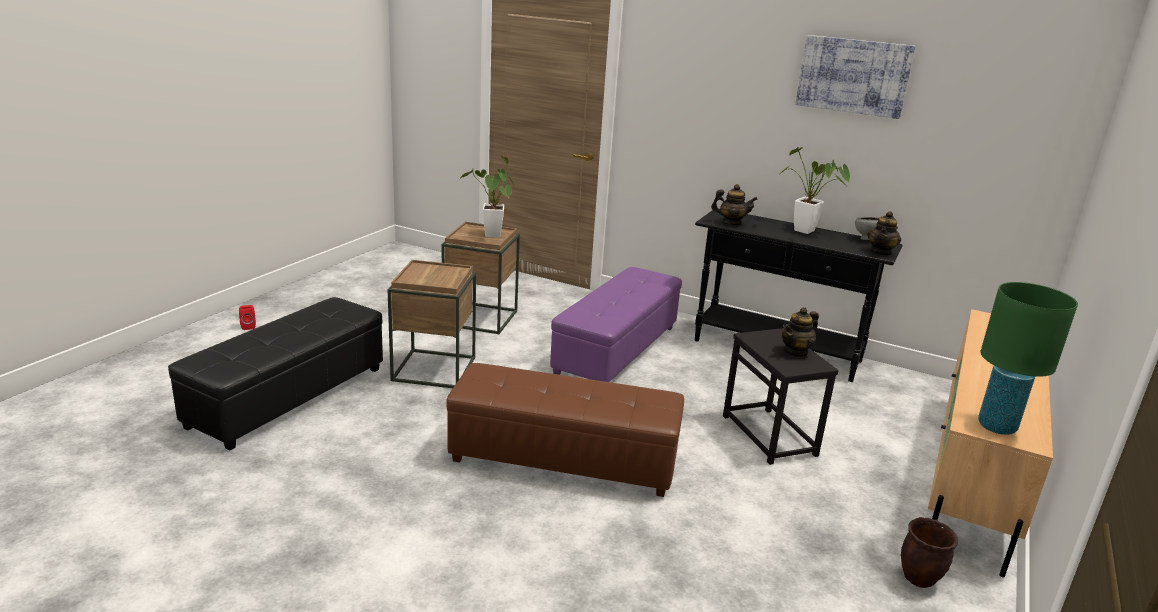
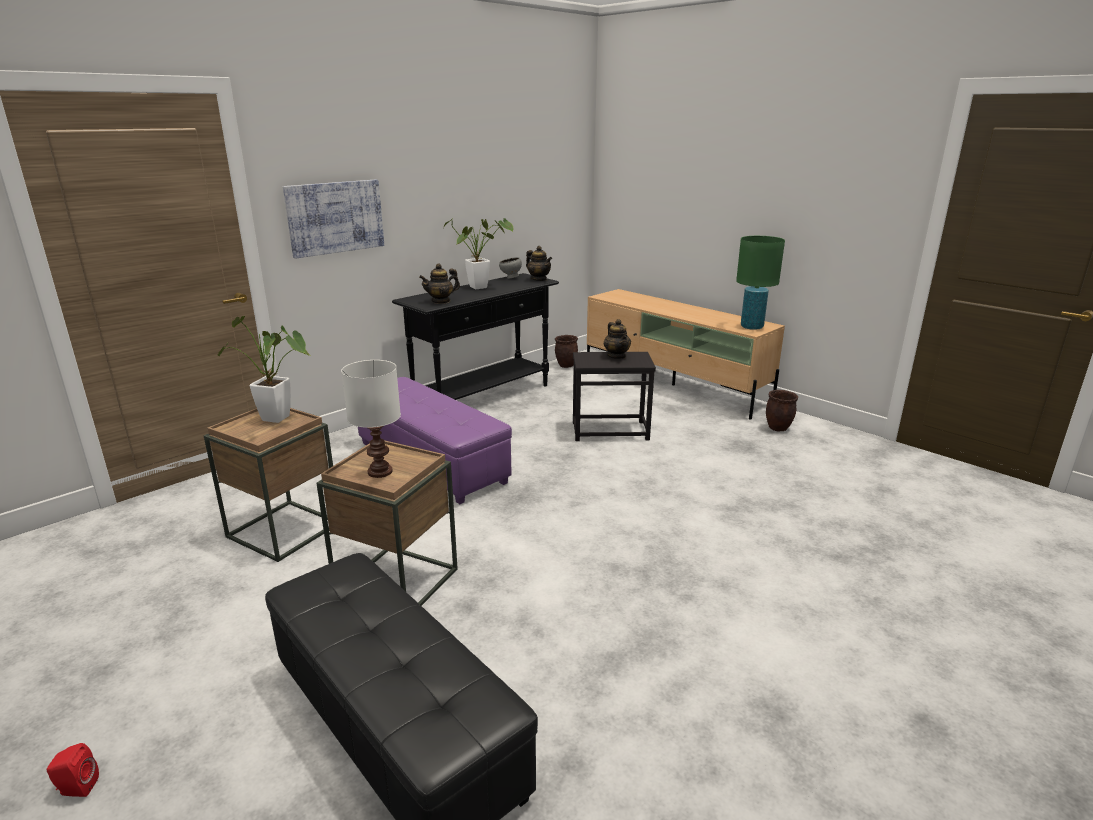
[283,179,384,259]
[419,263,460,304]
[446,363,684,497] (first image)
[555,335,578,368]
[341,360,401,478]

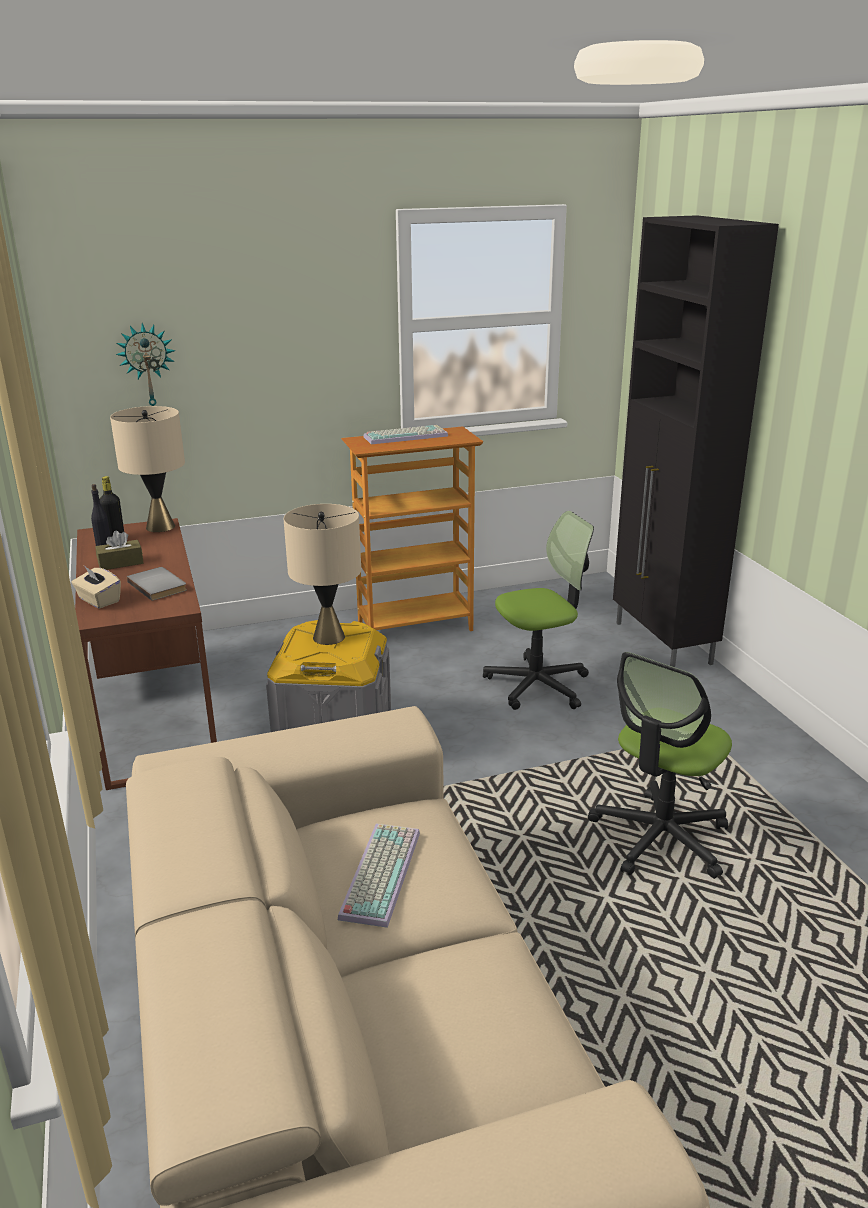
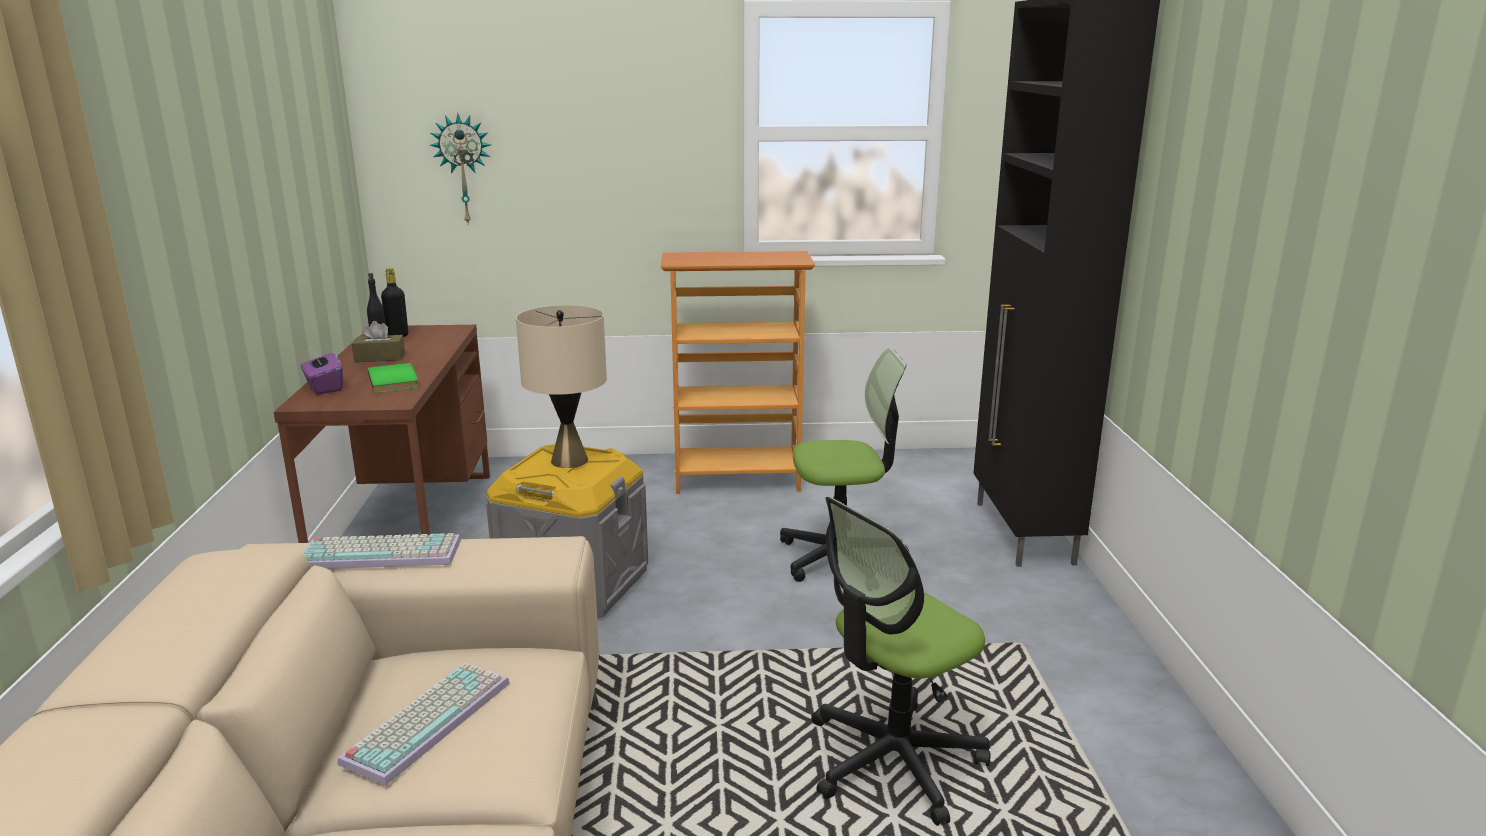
[110,406,185,532] (first image)
[302,533,461,569]
[300,347,343,395]
[368,363,419,393]

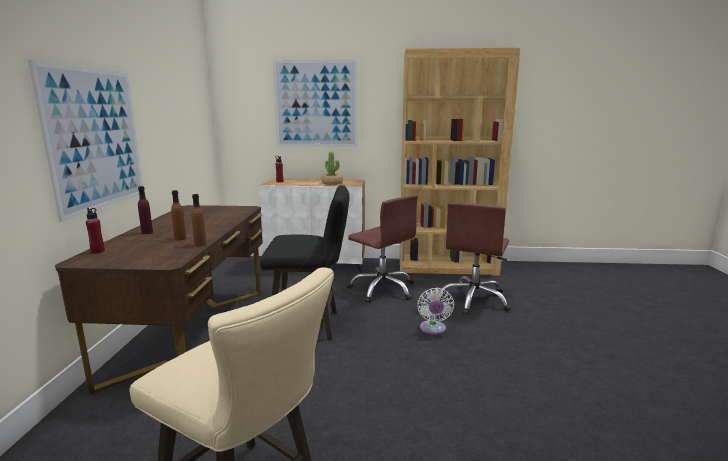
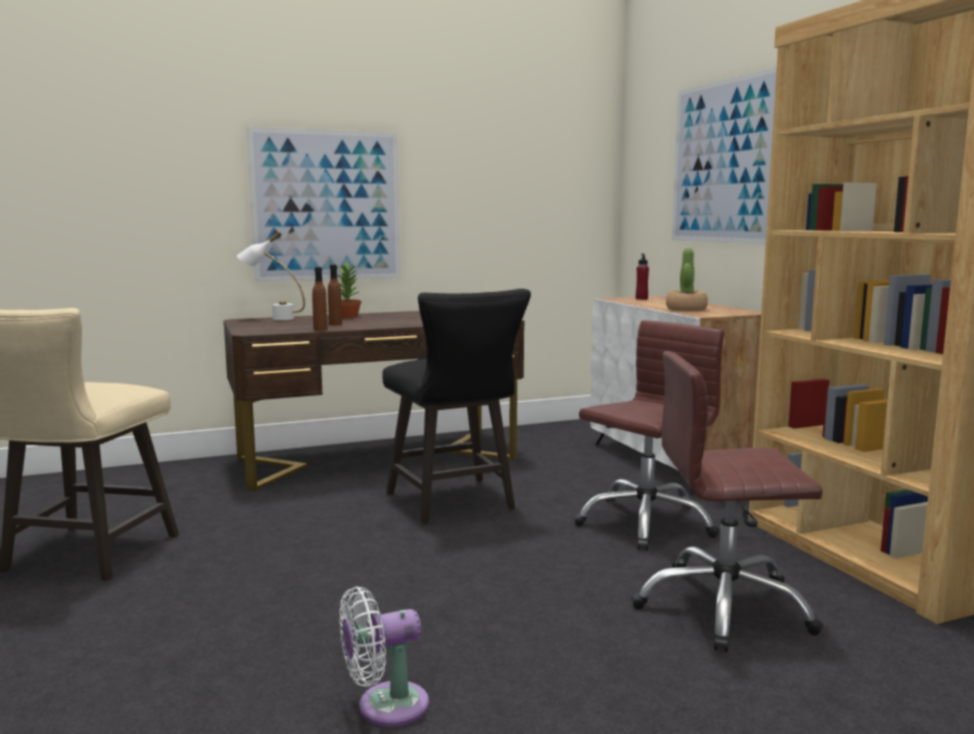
[337,262,361,318]
[574,320,724,550]
[237,231,305,320]
[340,586,429,727]

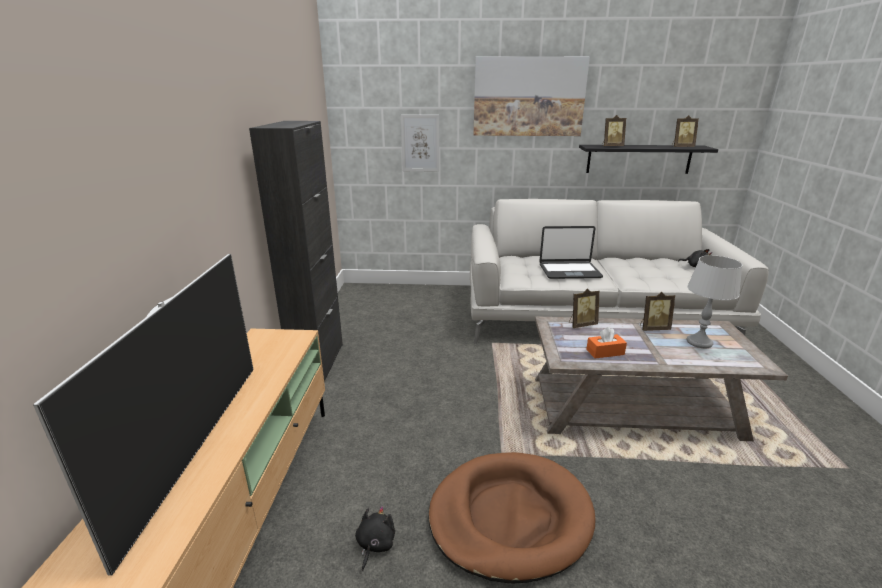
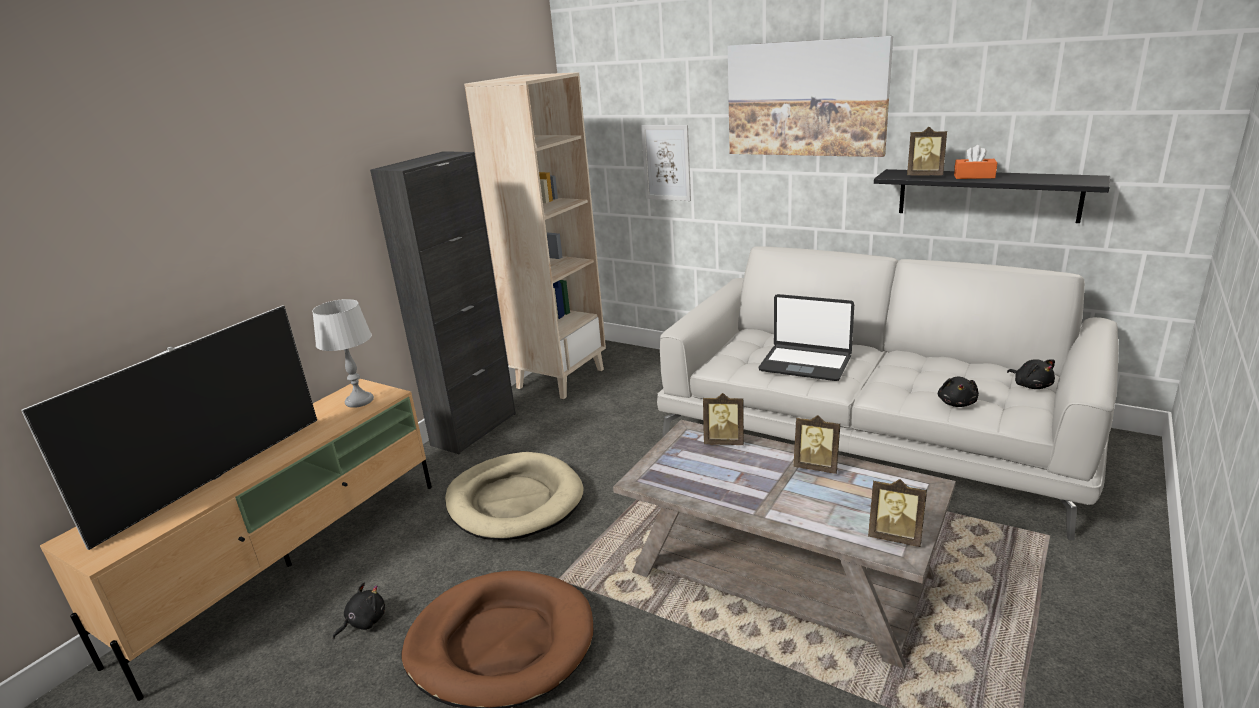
[868,479,927,547]
[312,299,374,408]
[954,145,997,179]
[464,72,606,399]
[938,377,979,407]
[445,452,584,540]

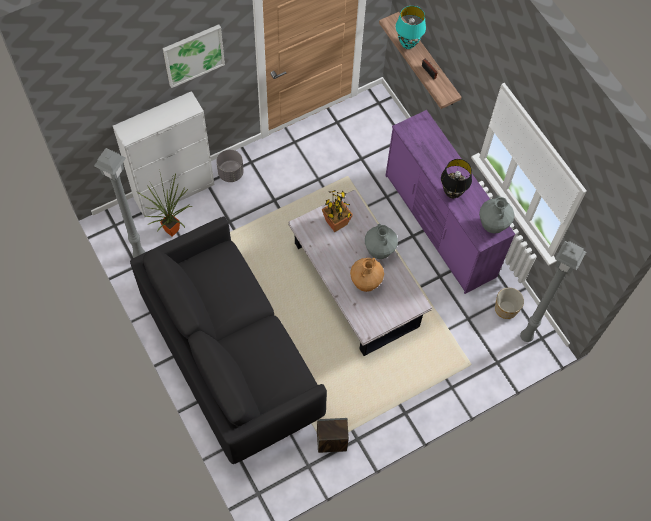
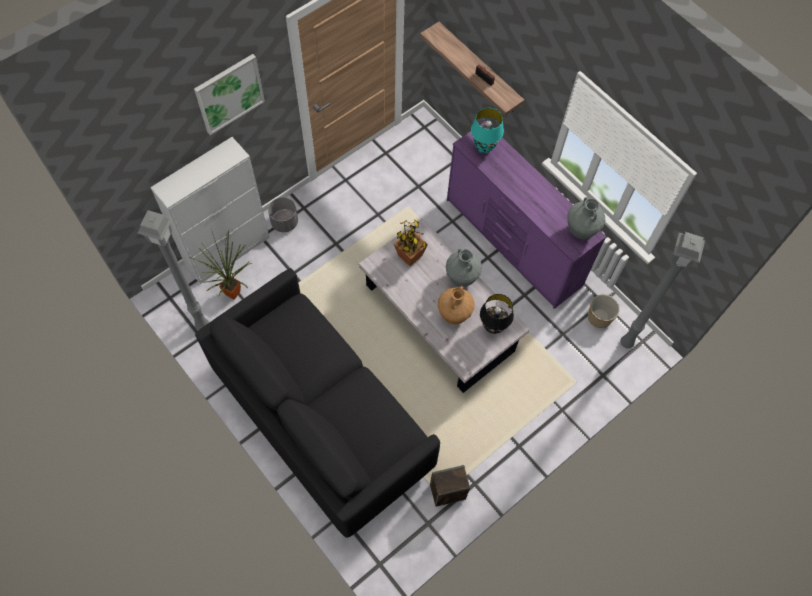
[471,108,504,153]
[480,294,514,334]

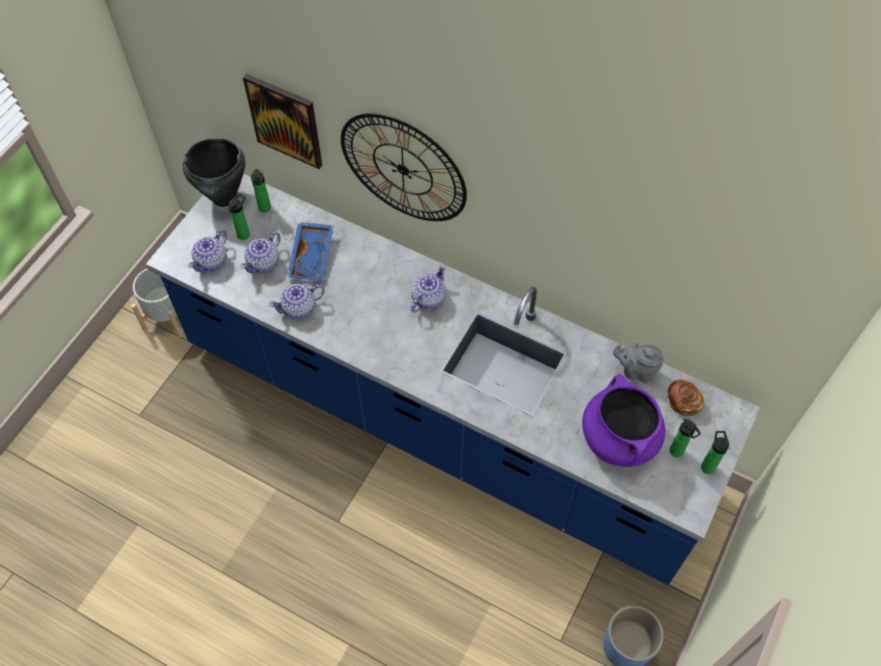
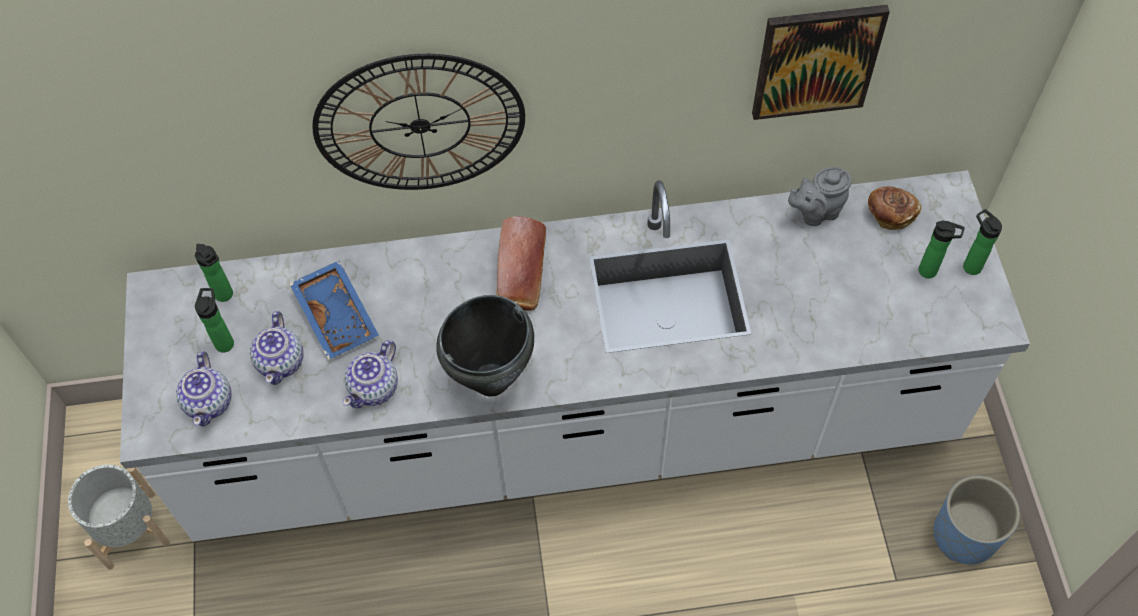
[752,5,890,120]
[436,295,534,396]
[120,170,1030,541]
[497,216,546,311]
[582,374,665,467] (first image)

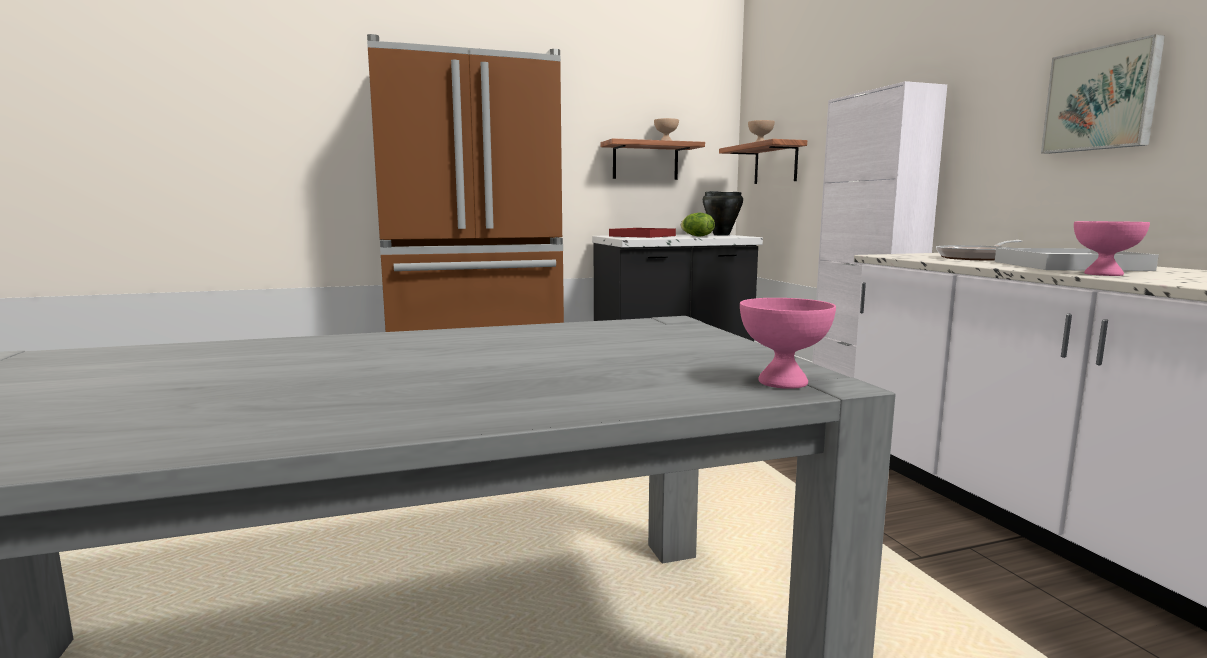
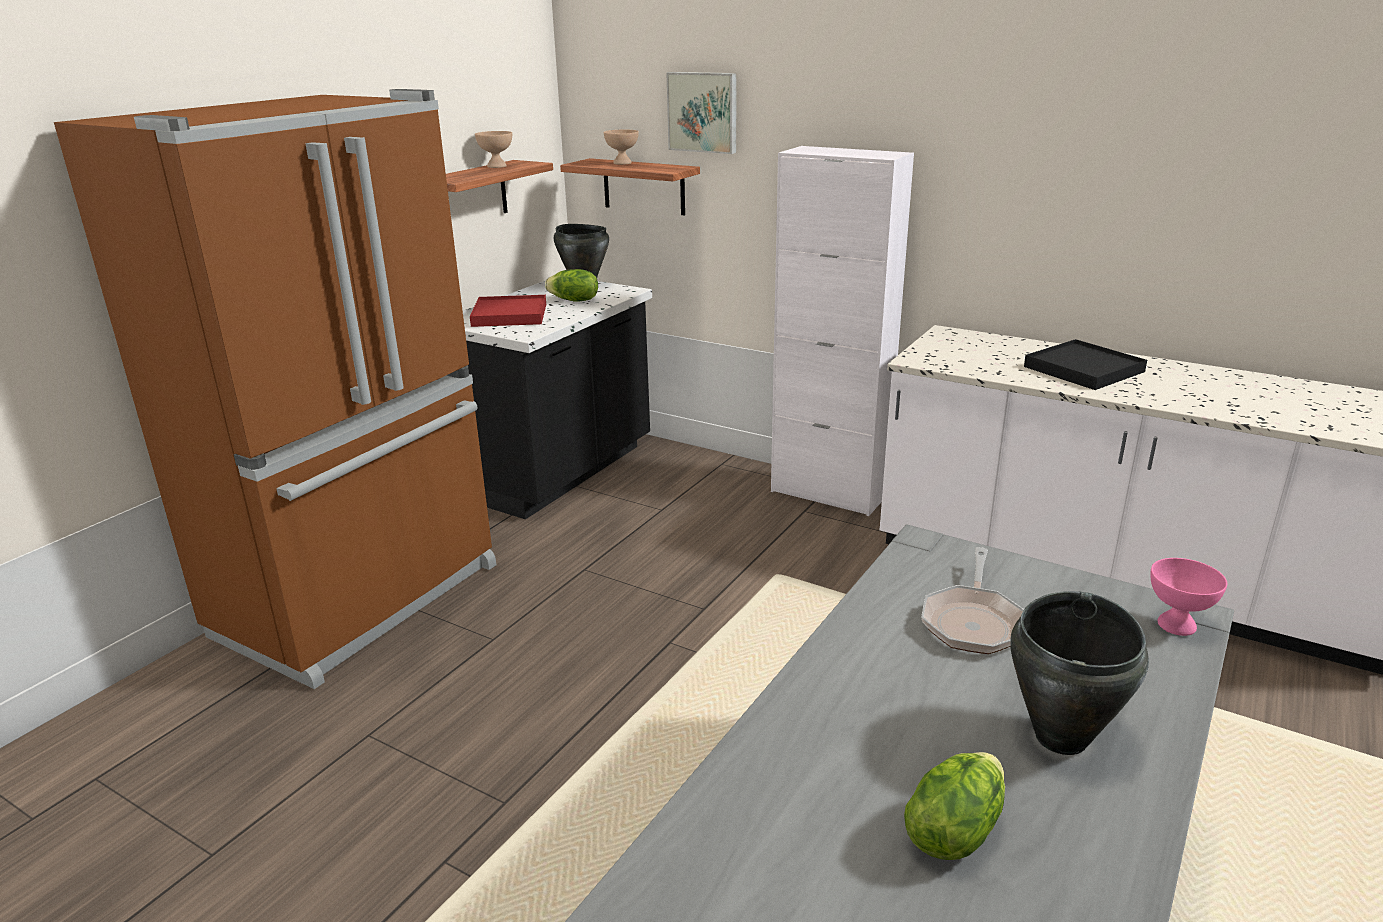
[666,72,737,154]
[1074,221,1150,276] (first image)
[922,547,1024,654]
[1024,339,1147,390]
[1010,591,1149,755]
[904,752,1005,860]

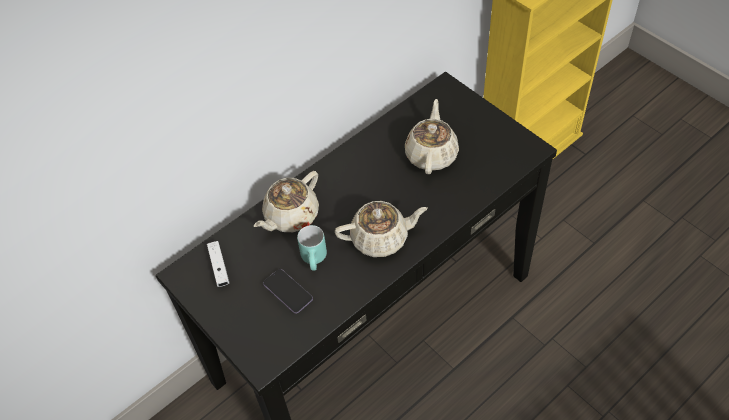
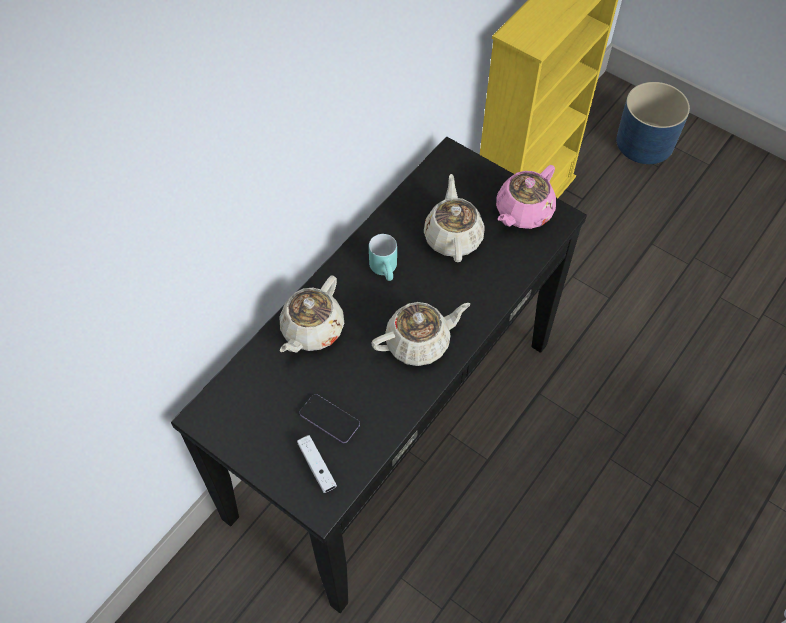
[369,234,397,281]
[297,435,337,493]
[616,82,690,164]
[496,165,556,229]

